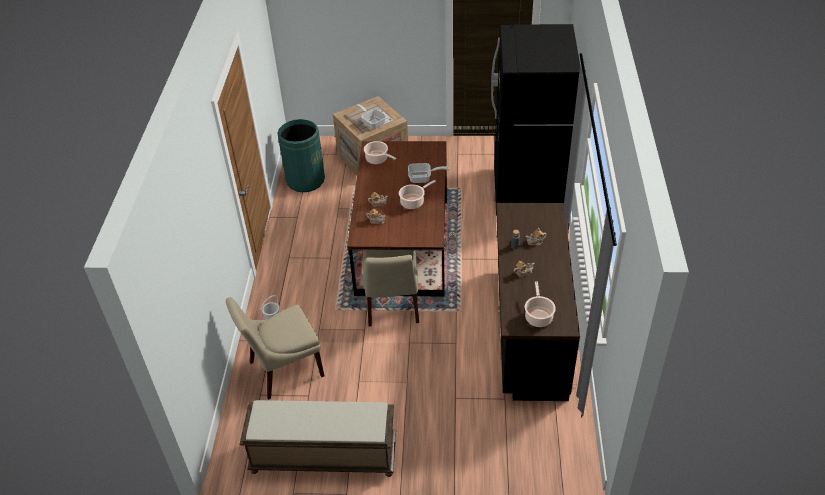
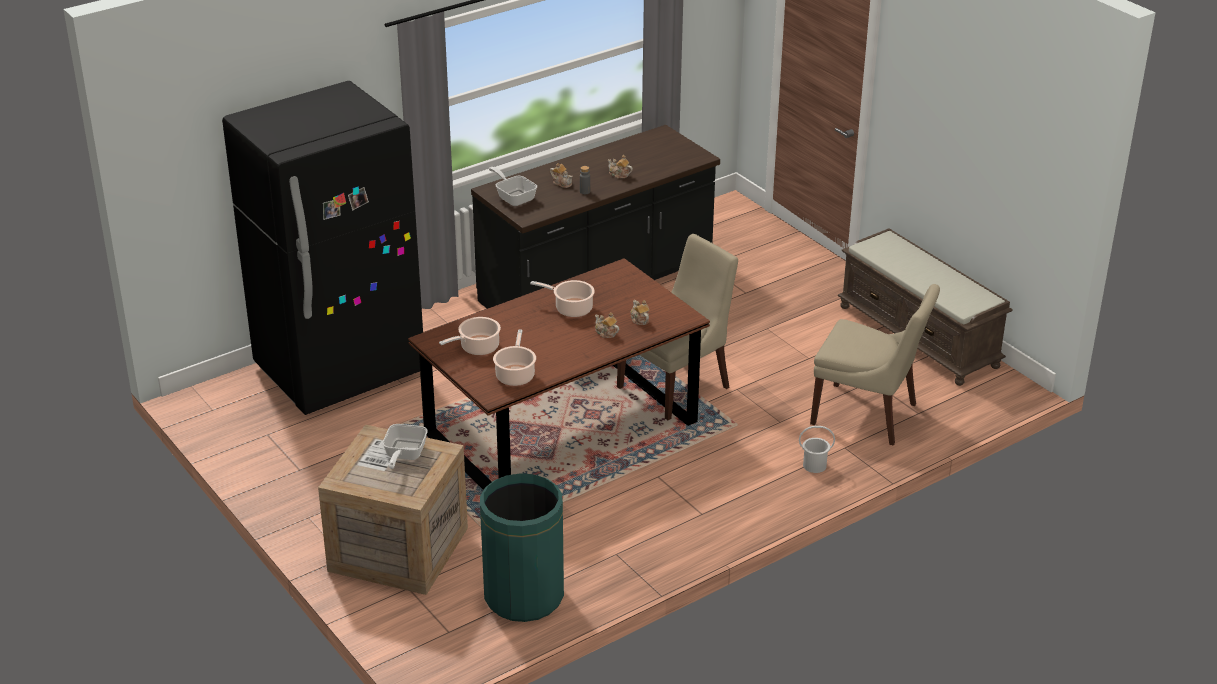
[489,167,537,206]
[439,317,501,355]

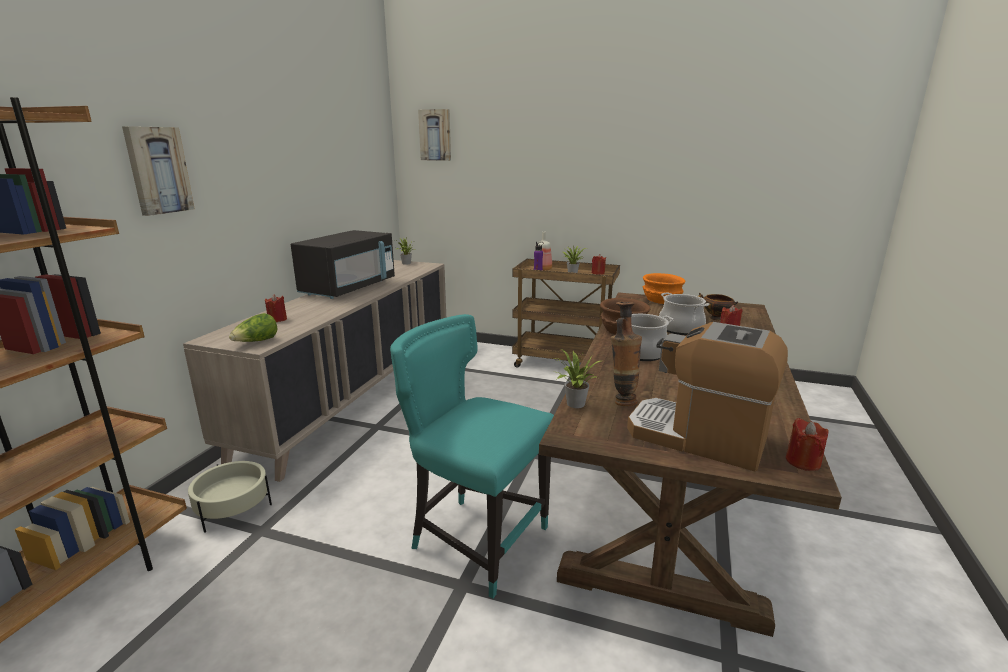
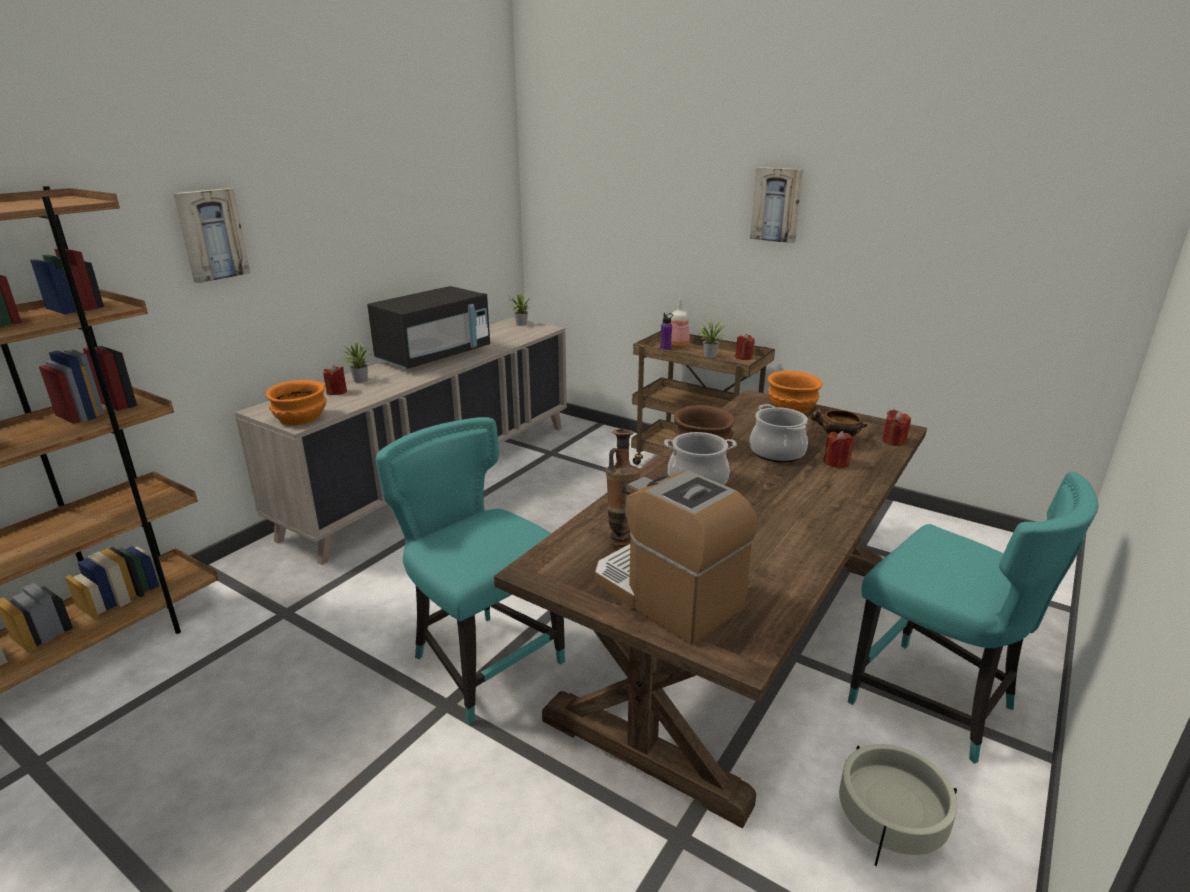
[750,167,804,243]
[266,380,327,426]
[338,340,373,383]
[882,410,911,446]
[839,744,958,866]
[848,472,1098,764]

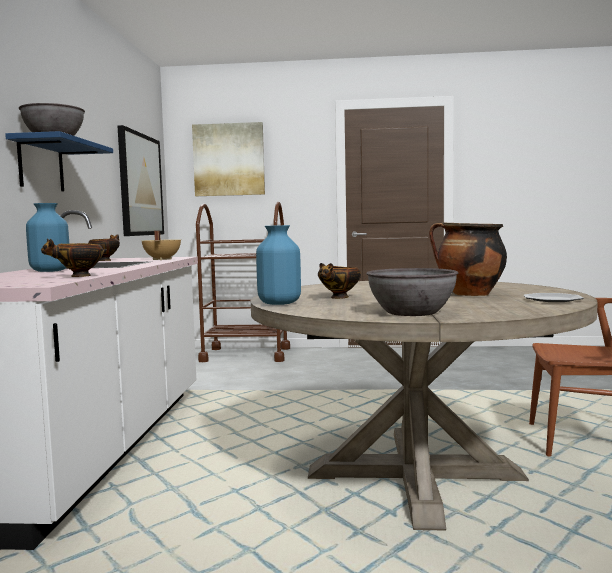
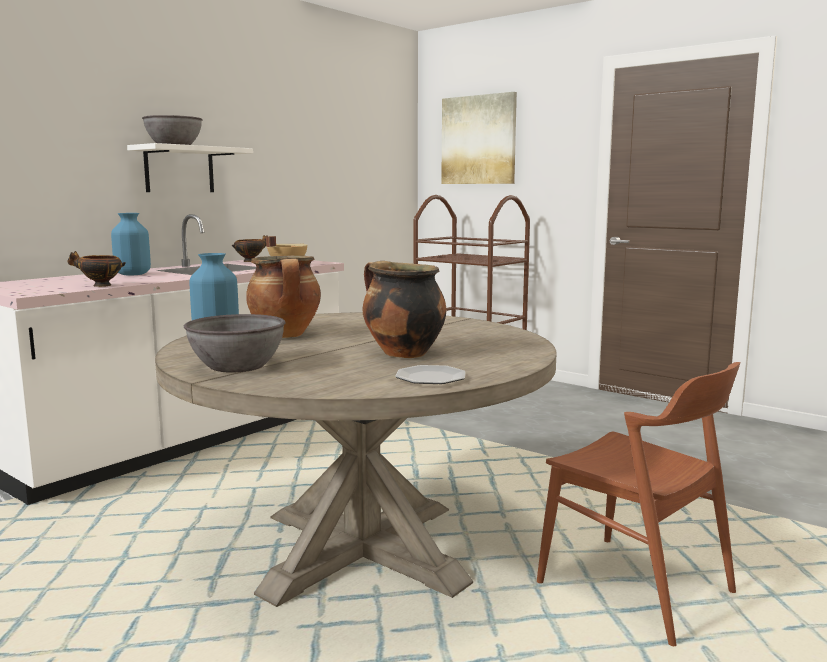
[118,125,164,236] (first image)
[127,143,253,192]
[246,256,321,338]

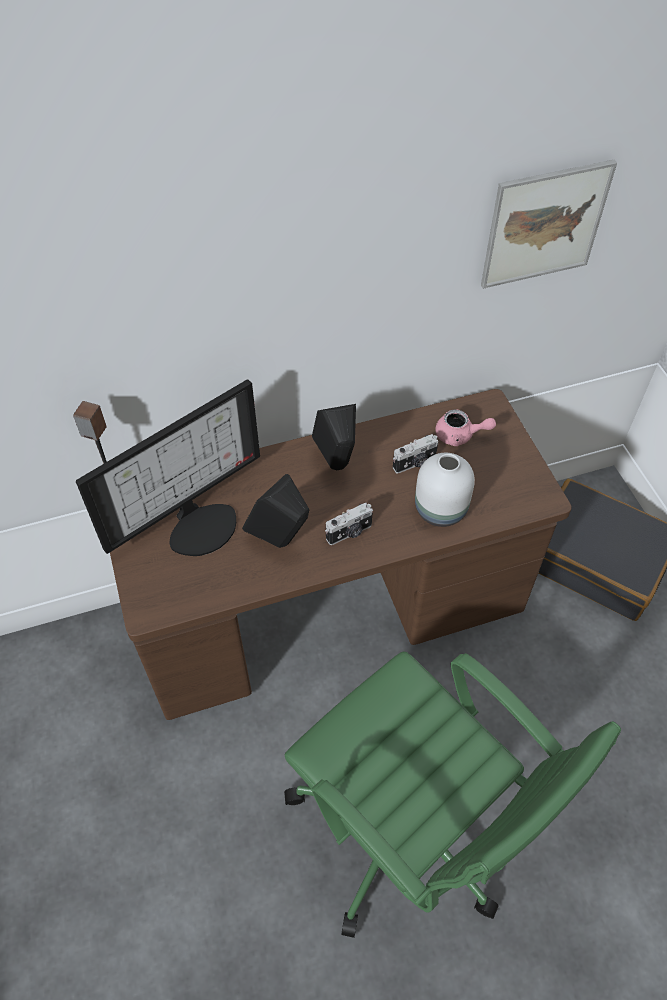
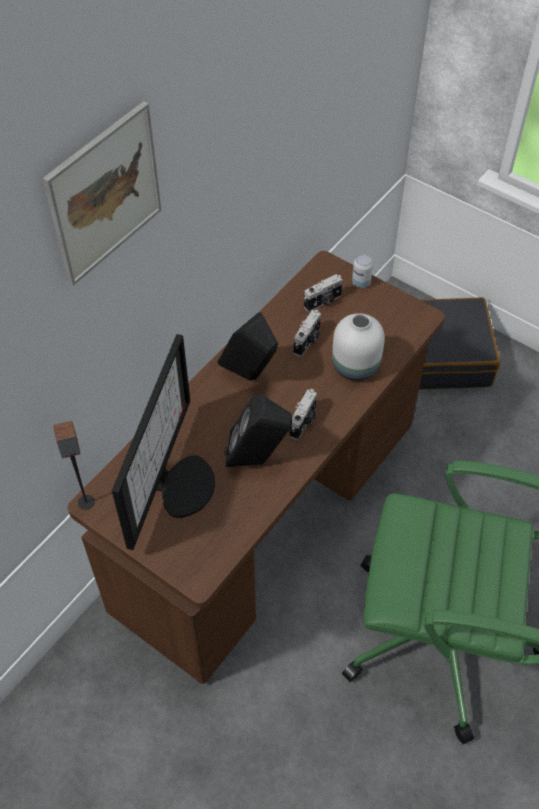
[43,101,162,286]
[304,274,343,312]
[352,254,373,288]

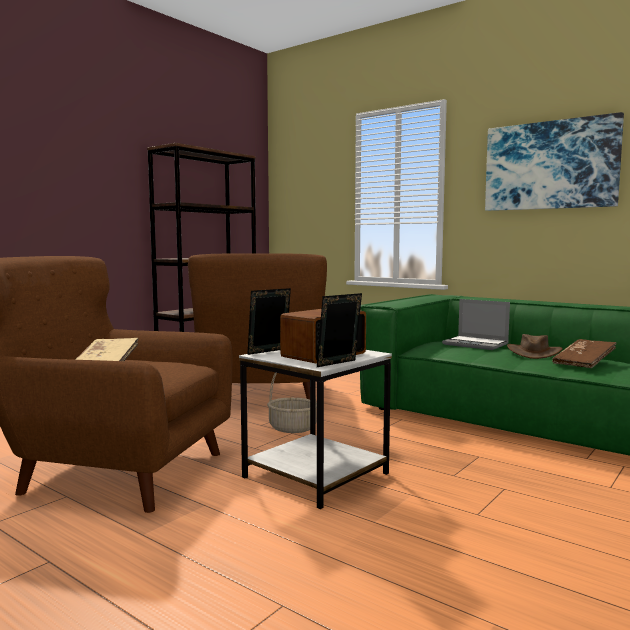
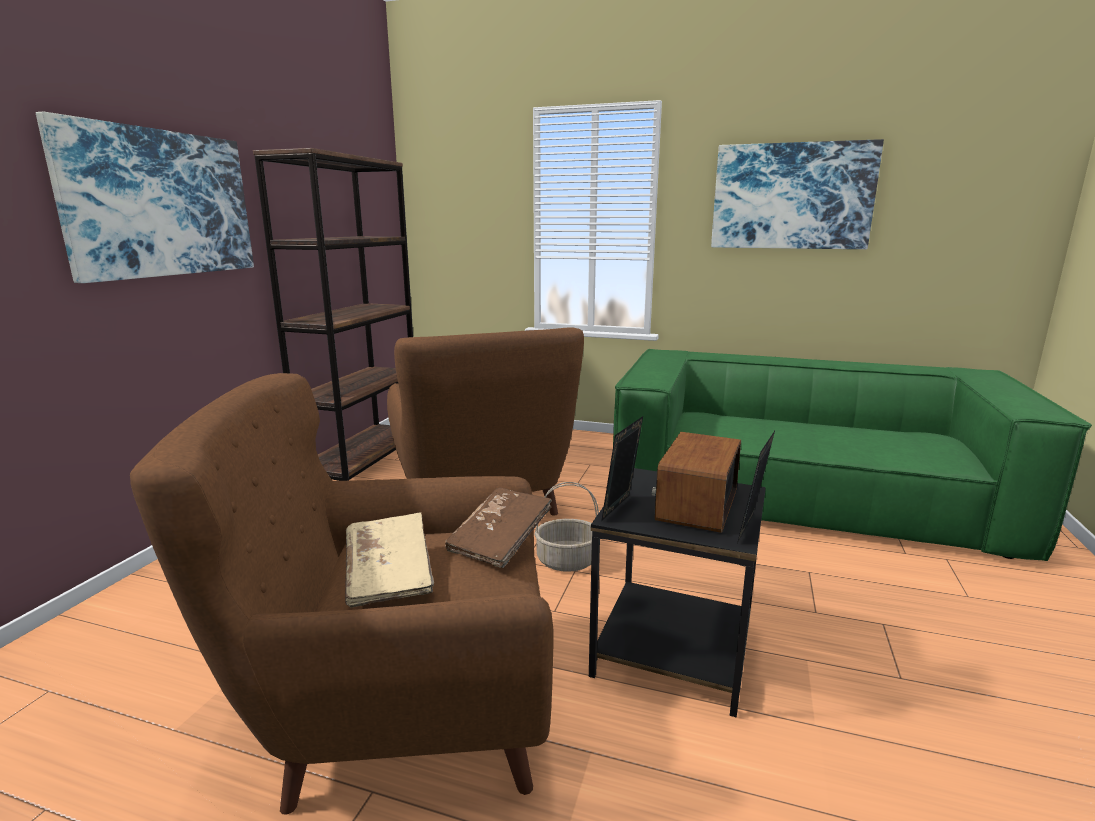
[442,299,510,350] (first image)
[507,334,562,359] (first image)
[445,488,552,568]
[589,468,766,717]
[36,112,254,283]

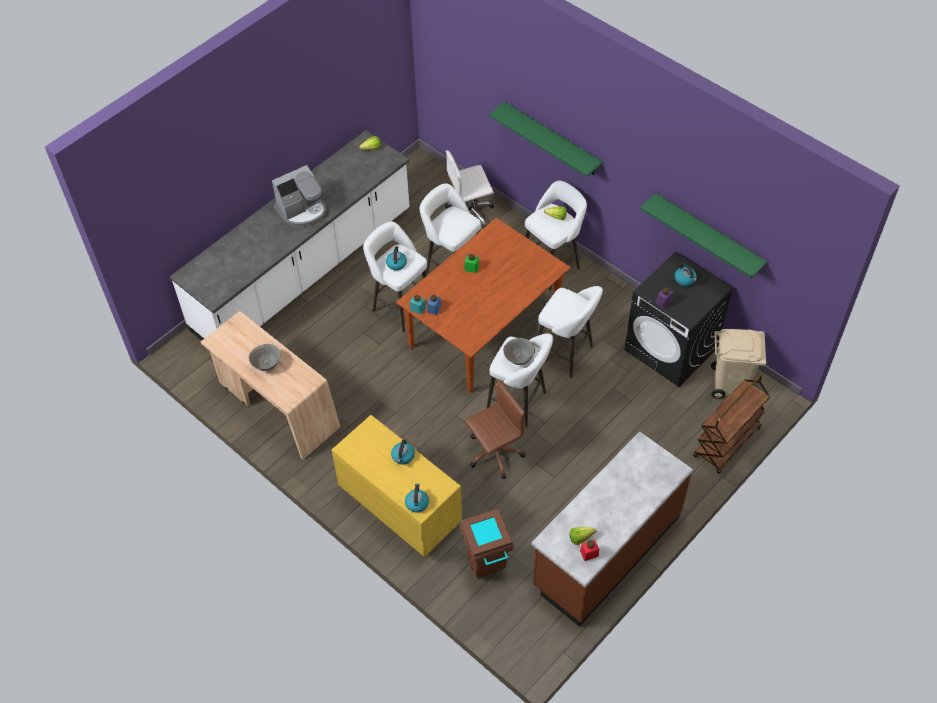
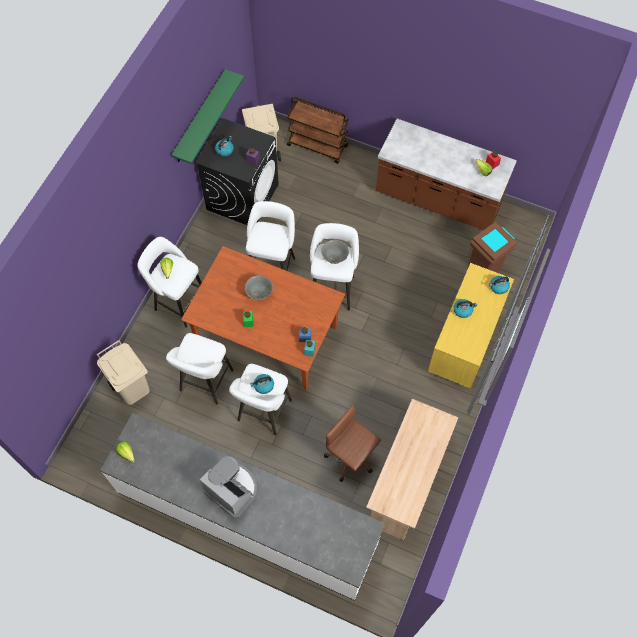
[489,102,603,177] (first image)
[96,340,150,405]
[245,275,273,300]
[324,405,381,482]

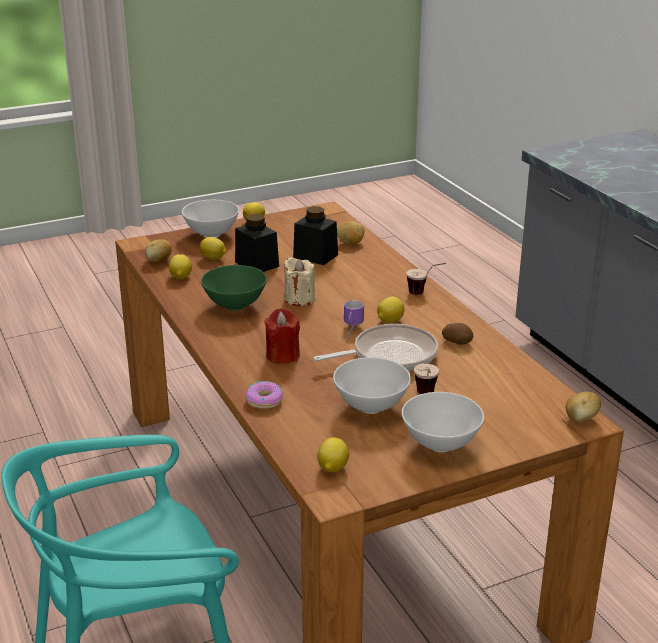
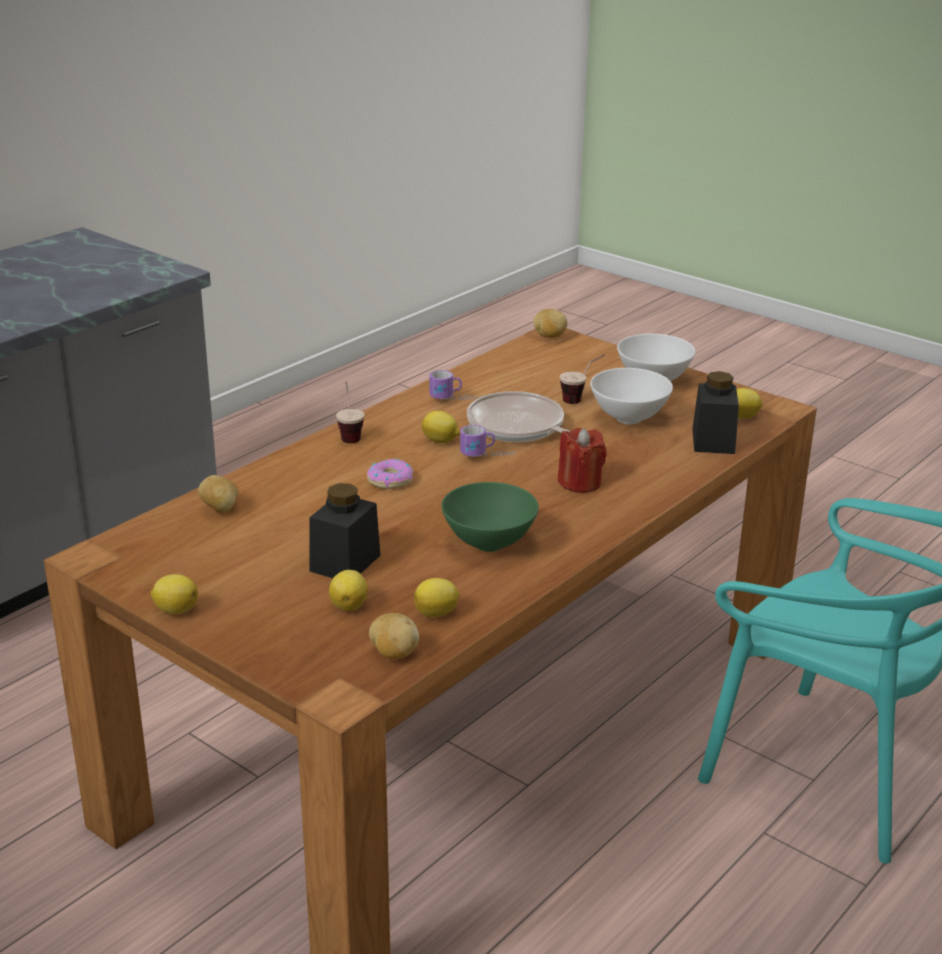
[182,200,239,238] (first image)
[693,371,739,454]
[284,257,315,306] (first image)
[429,370,482,401]
[367,459,413,489]

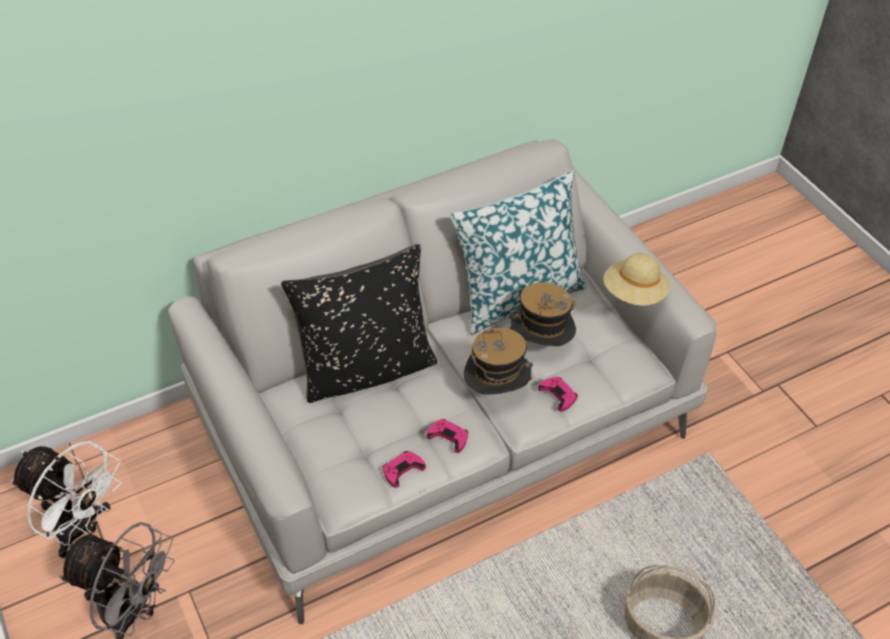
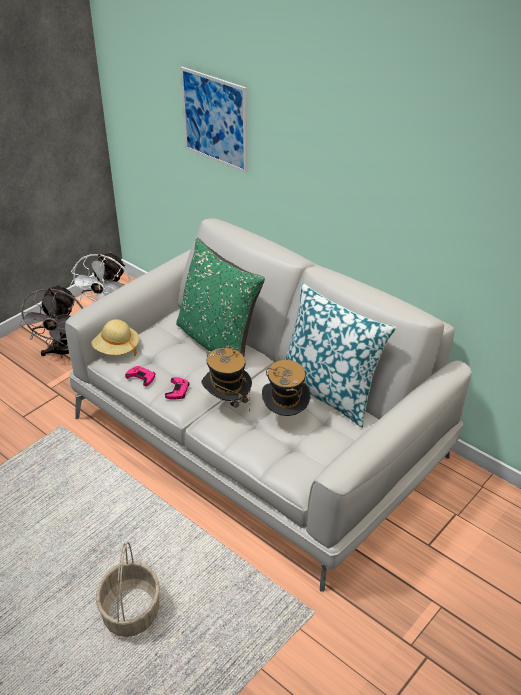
[176,238,265,356]
[91,319,139,356]
[538,377,578,412] (first image)
[180,67,247,173]

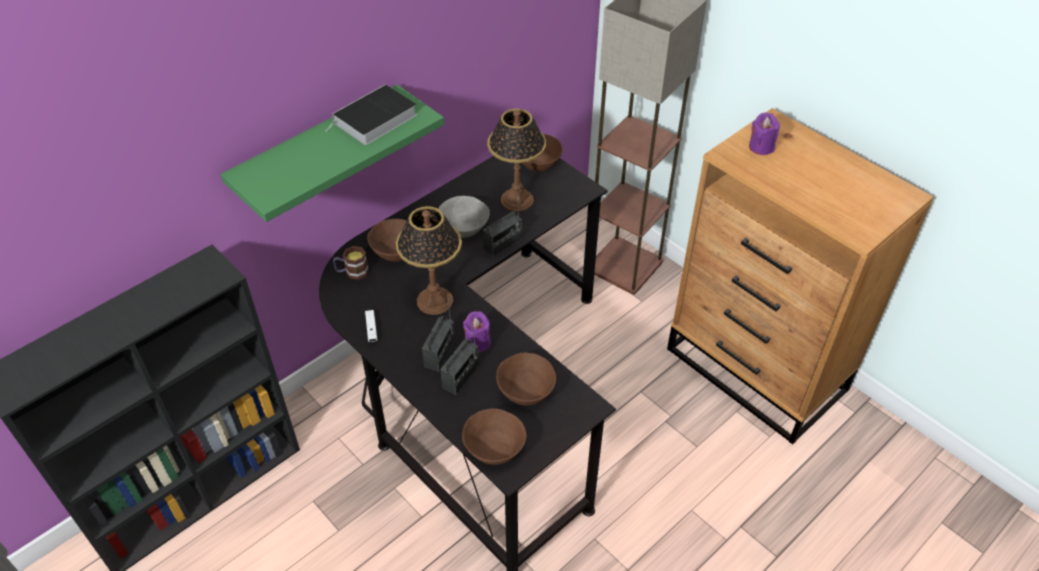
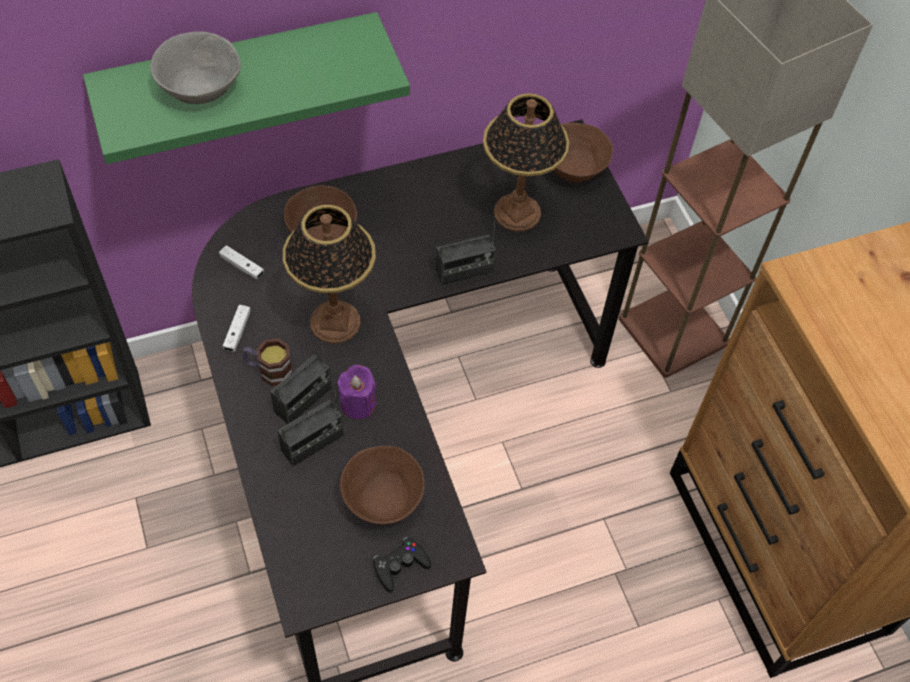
[325,85,417,145] (first image)
[749,112,780,155] (first image)
[151,31,241,104]
[243,338,293,386]
[462,408,527,465] (first image)
[219,245,264,280]
[373,537,431,593]

